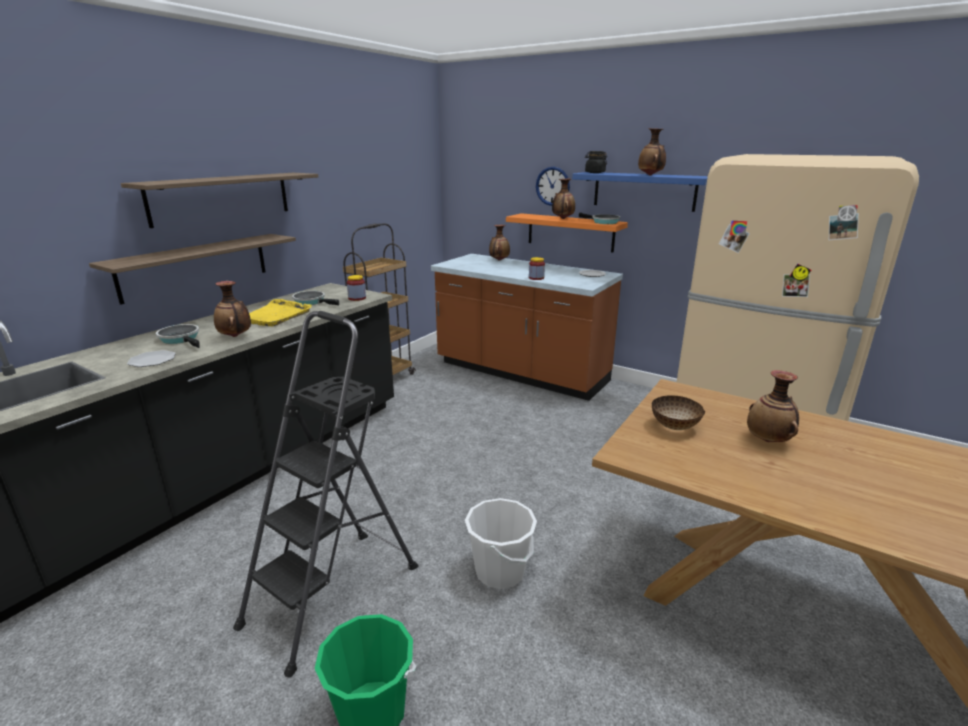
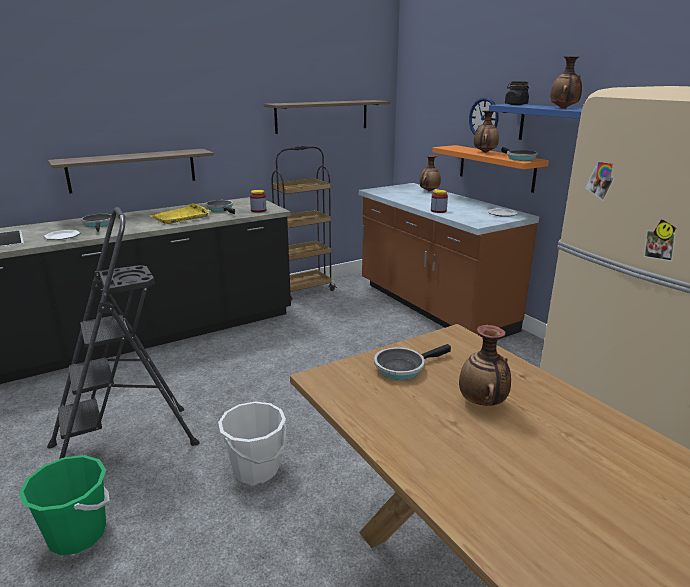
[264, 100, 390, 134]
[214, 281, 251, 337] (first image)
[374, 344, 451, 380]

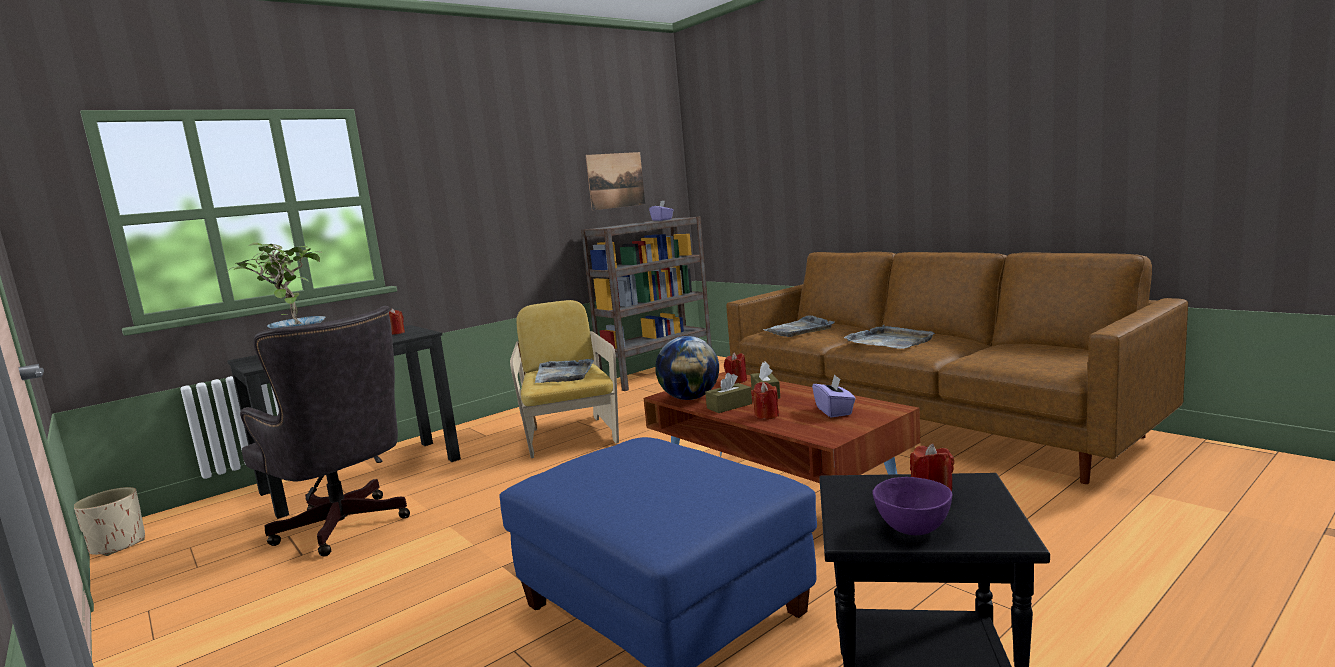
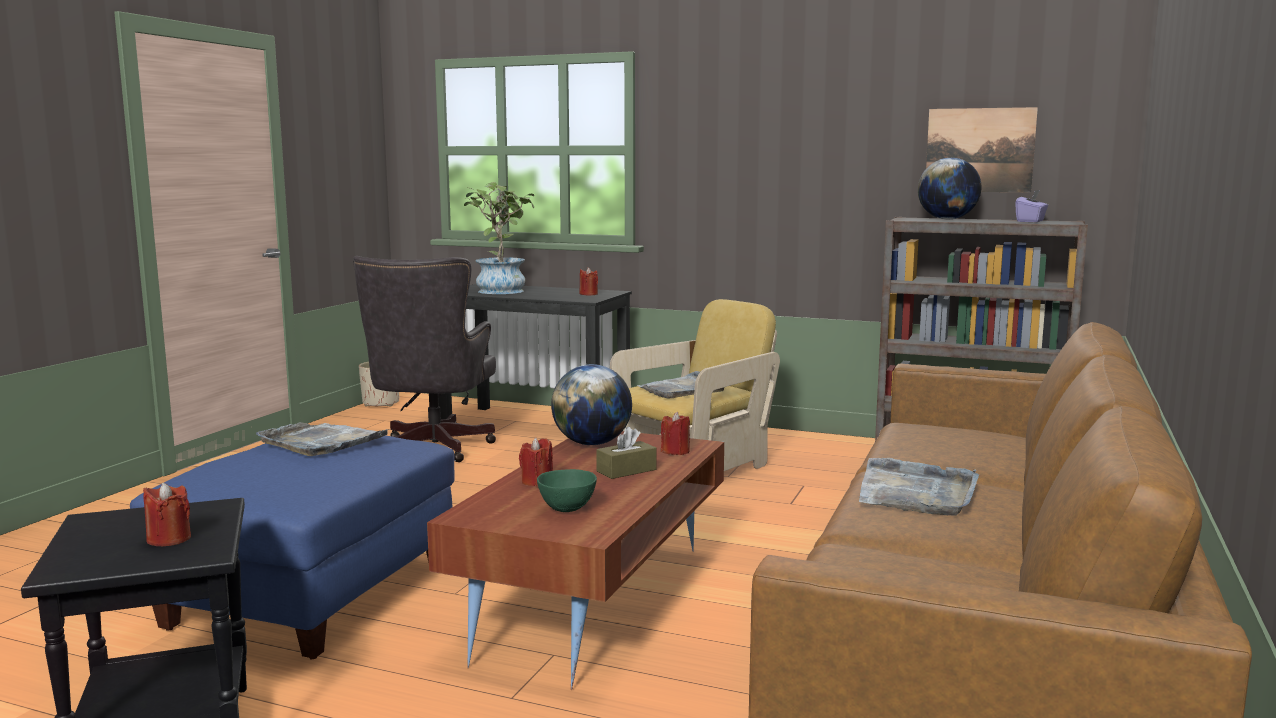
[705, 373, 752, 413] (first image)
[256, 422, 392, 456]
[537, 469, 597, 512]
[873, 477, 952, 535] (first image)
[918, 158, 982, 219]

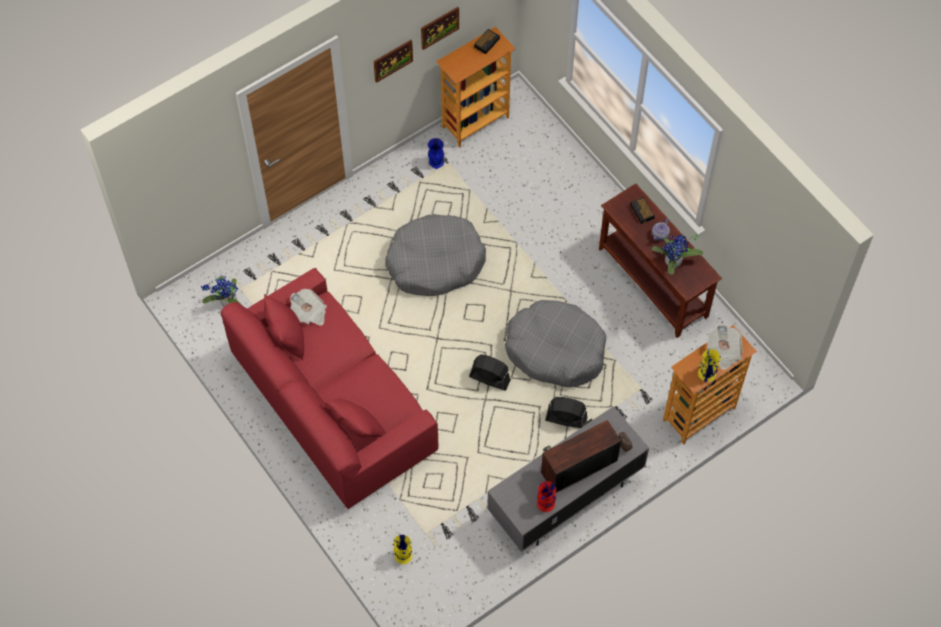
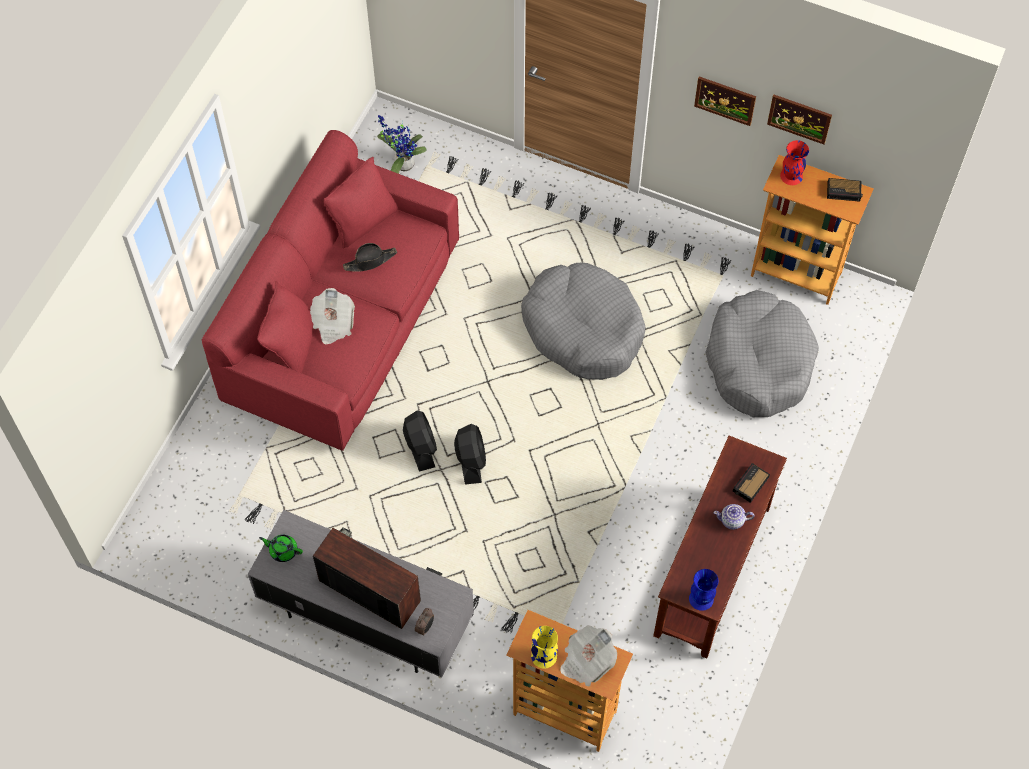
[310, 288, 355, 345]
[393, 535, 412, 564] (first image)
[689, 569, 718, 611]
[705, 290, 819, 417]
[780, 140, 809, 185]
[403, 411, 437, 472]
[651, 234, 703, 274] (first image)
[259, 535, 303, 562]
[343, 243, 397, 271]

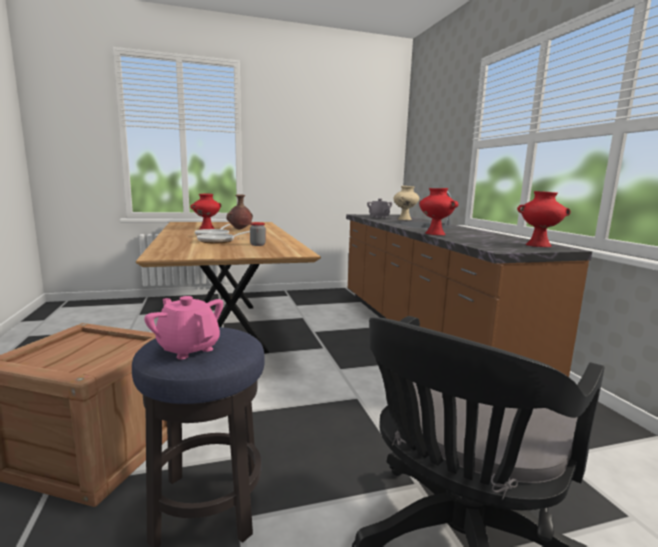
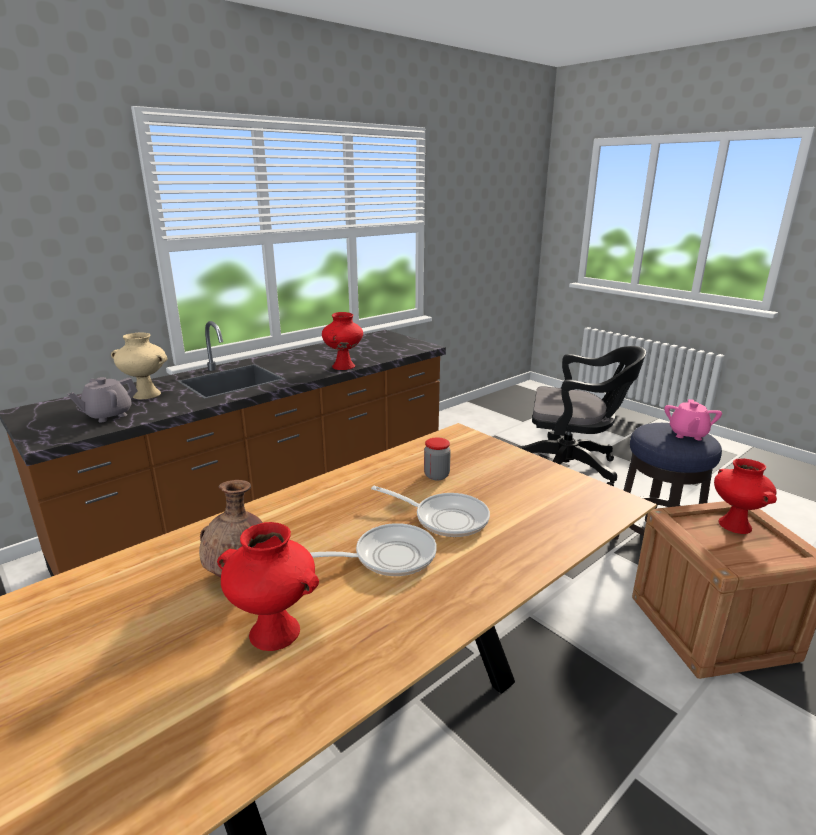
[714, 459, 777, 534]

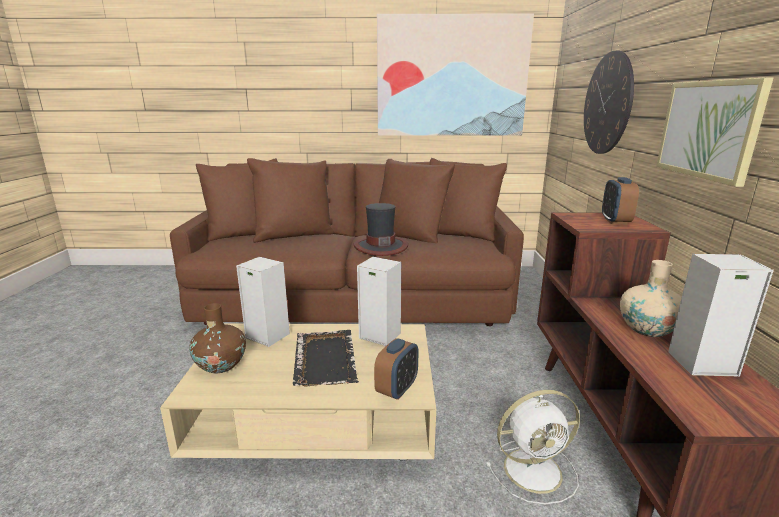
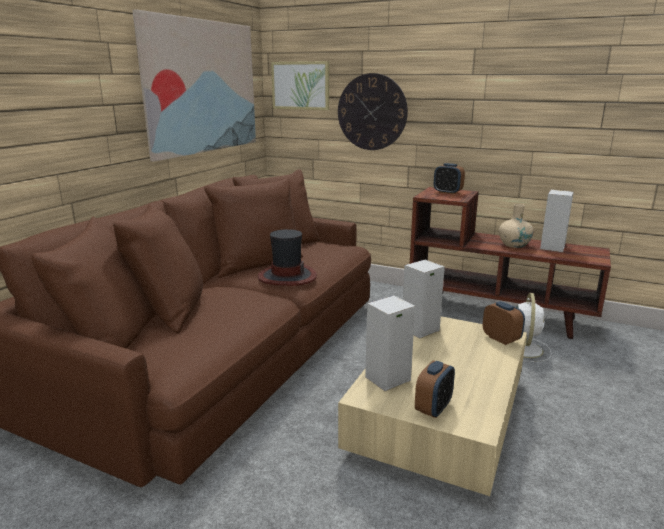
[415, 360, 455, 418]
[293, 330, 359, 386] (first image)
[271, 61, 329, 110]

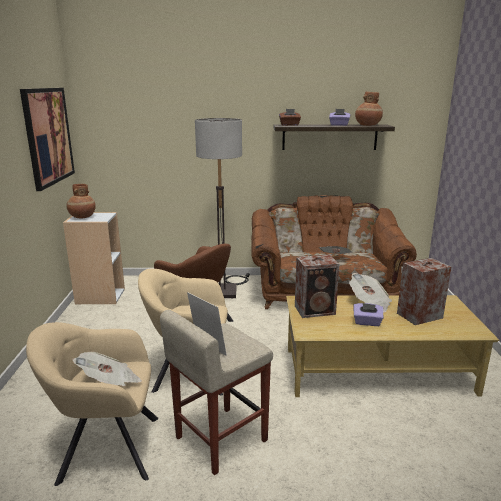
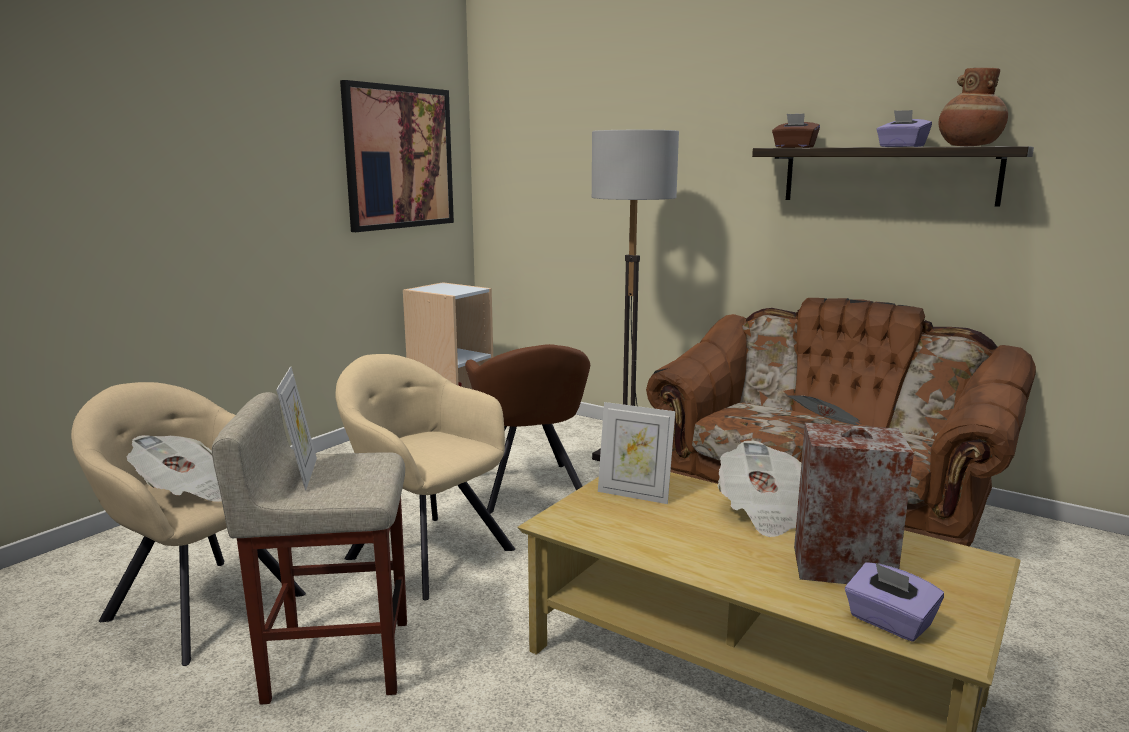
[66, 184, 96, 218] (first image)
[598, 402, 675, 504]
[845, 562, 944, 642]

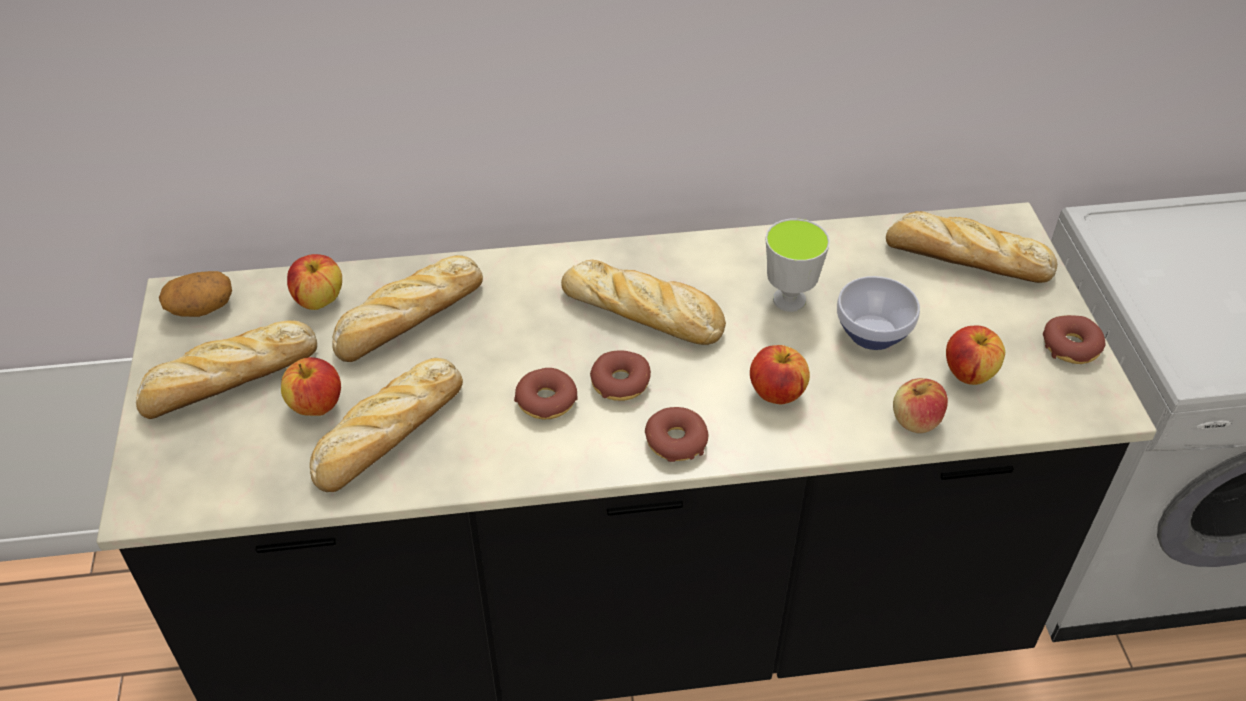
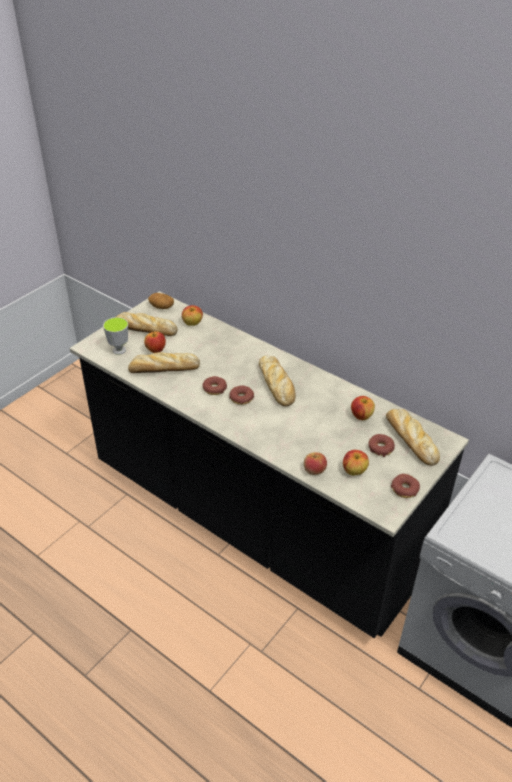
[332, 255, 483, 362] (first image)
[368, 434, 395, 457]
[351, 396, 375, 420]
[103, 317, 128, 355]
[837, 276, 920, 350] (first image)

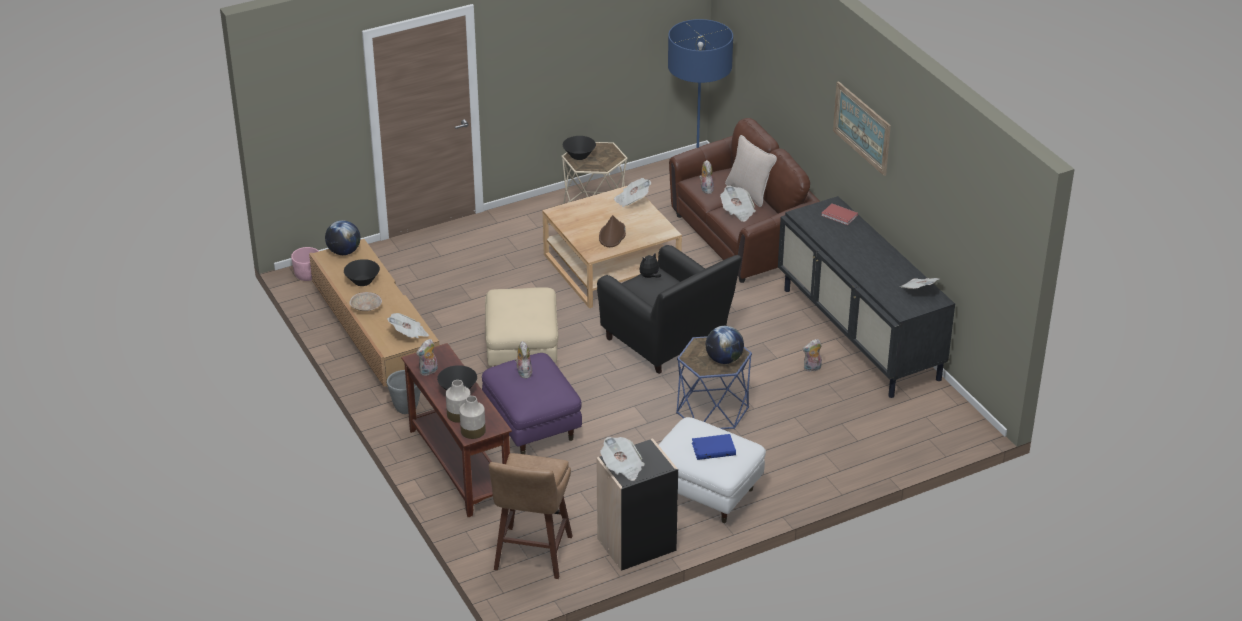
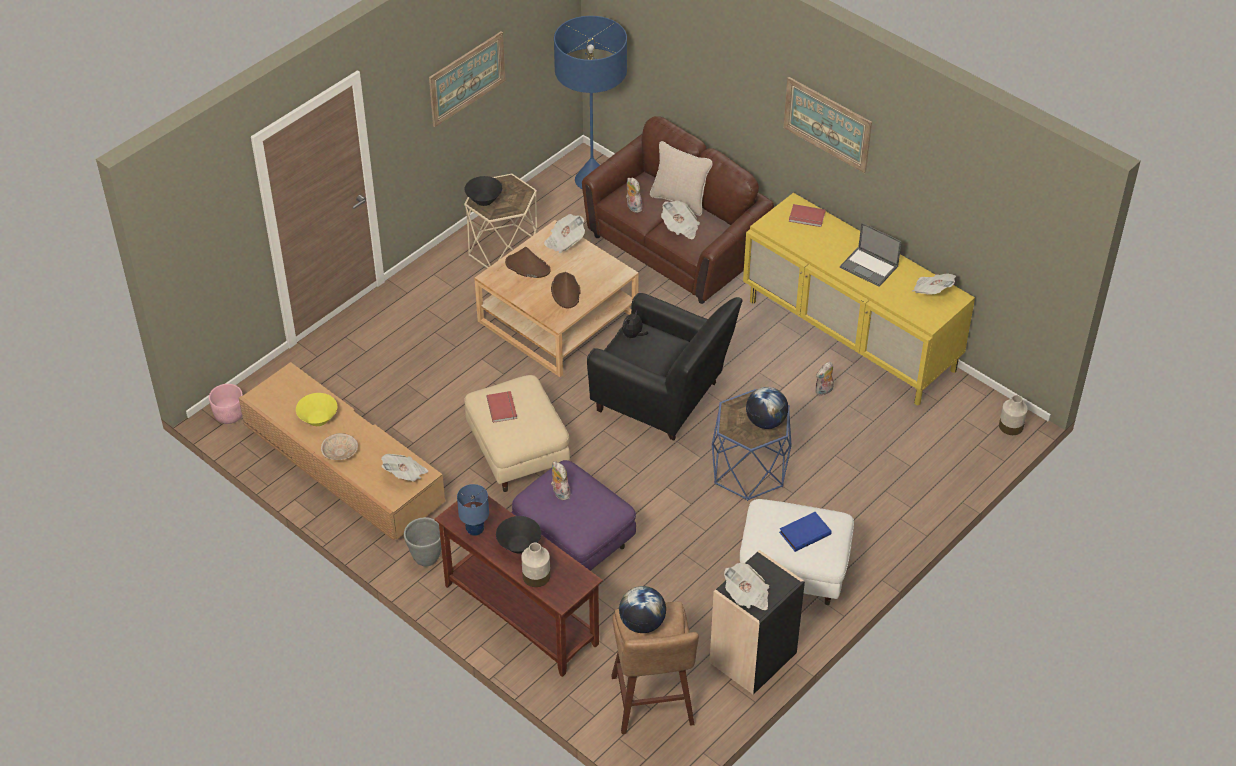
[619, 586, 666, 633]
[296, 393, 337, 426]
[457, 484, 489, 536]
[999, 395, 1028, 435]
[743, 193, 975, 405]
[429, 31, 506, 127]
[486, 391, 517, 423]
[505, 247, 551, 278]
[840, 223, 902, 287]

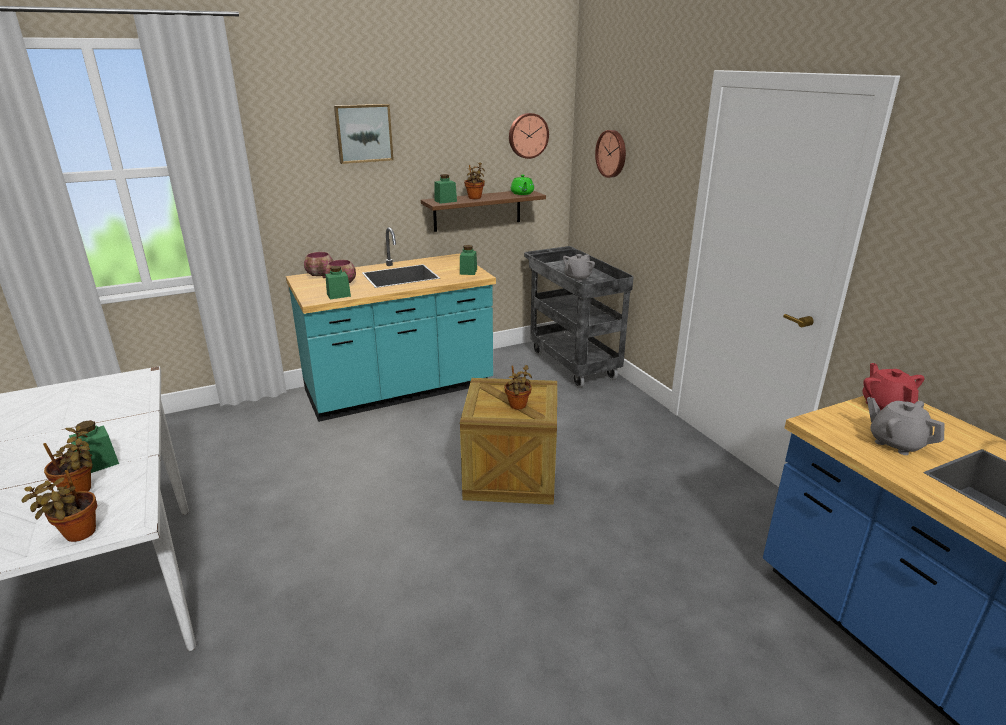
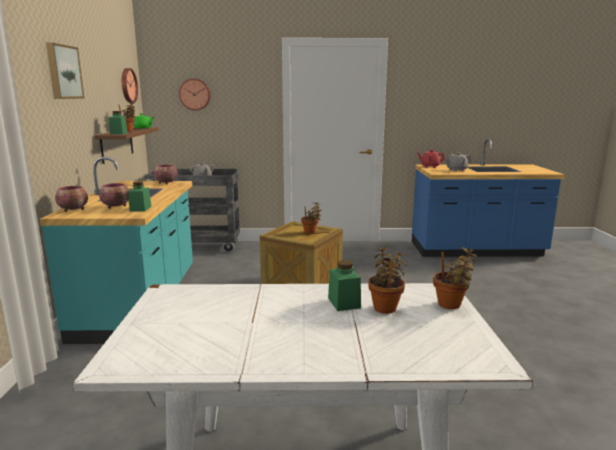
[154, 164, 178, 185]

